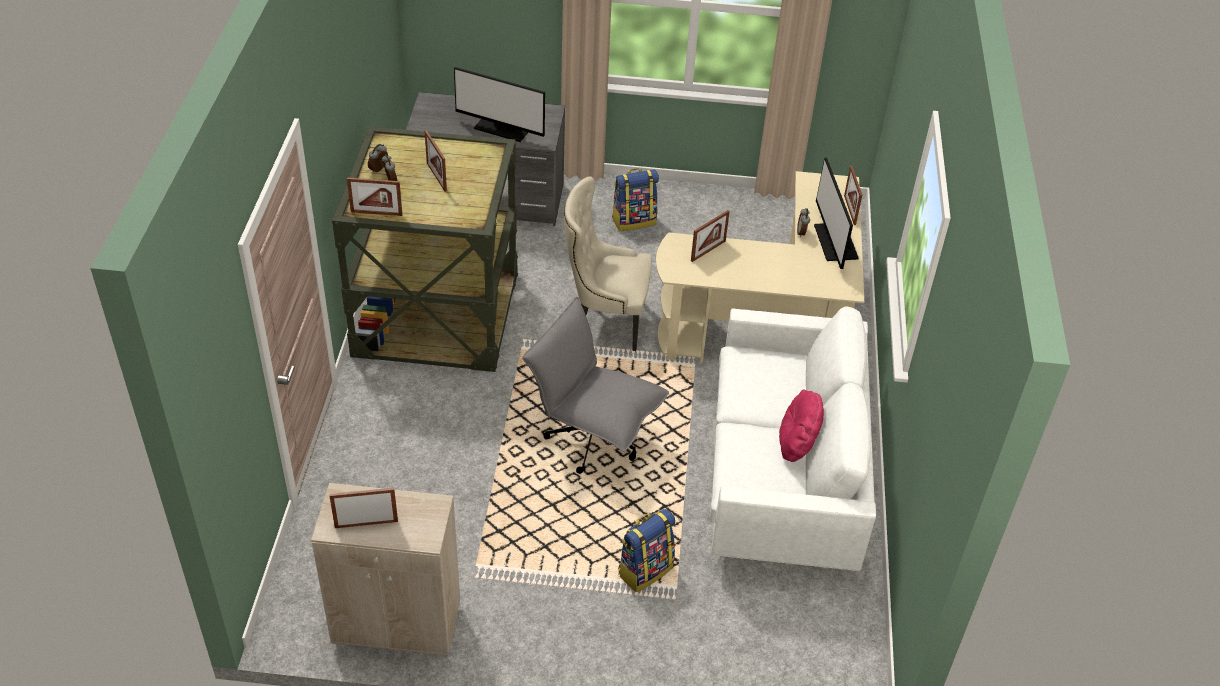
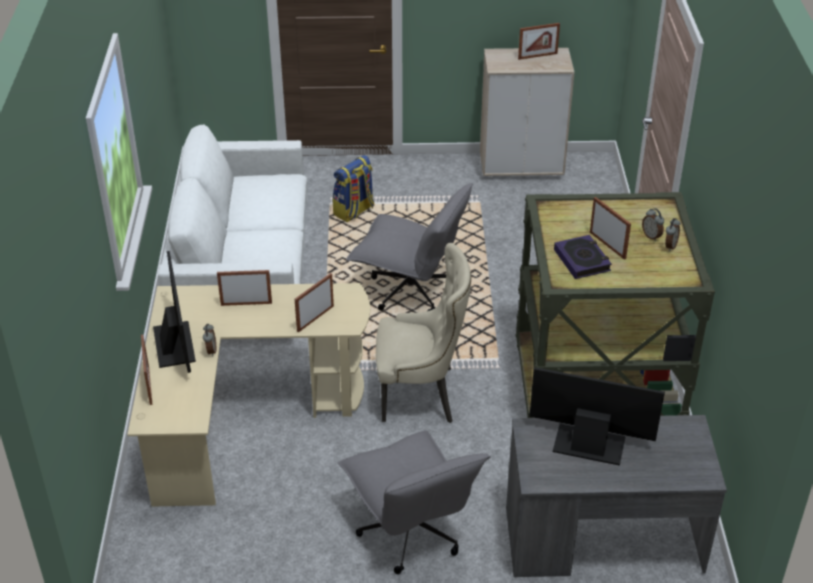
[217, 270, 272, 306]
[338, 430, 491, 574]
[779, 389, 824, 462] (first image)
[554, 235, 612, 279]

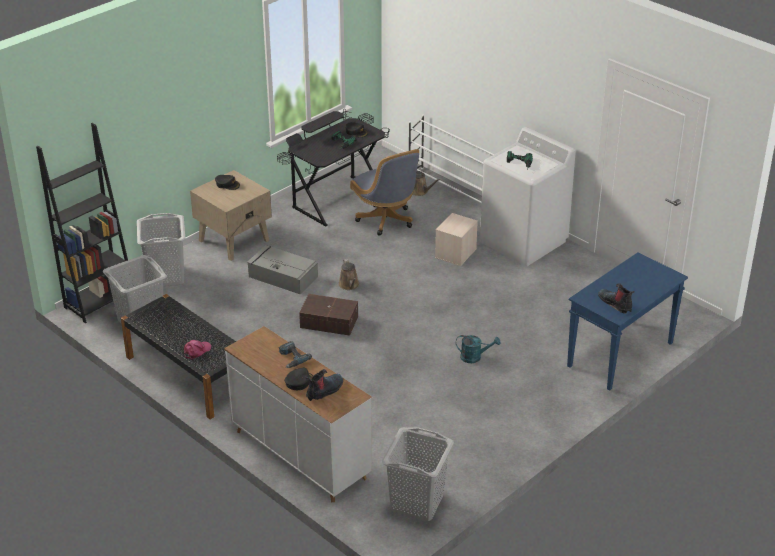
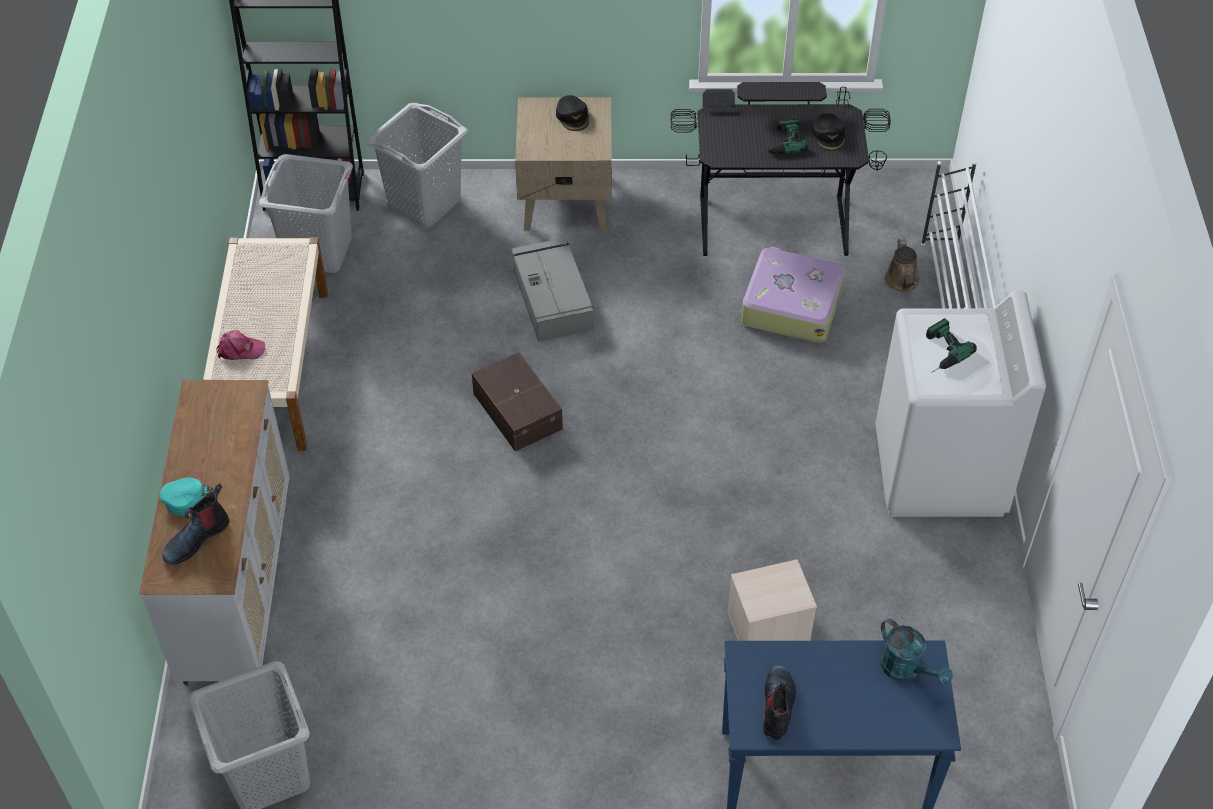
[203, 237, 328, 451]
[279, 341, 312, 368] (first image)
[160, 477, 218, 516]
[162, 483, 229, 564]
[338, 259, 359, 290] (first image)
[741, 247, 845, 343]
[727, 559, 817, 641]
[881, 619, 953, 685]

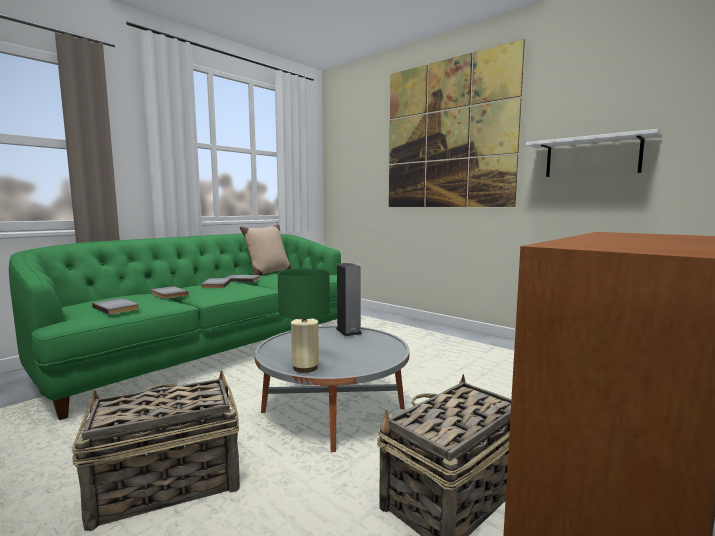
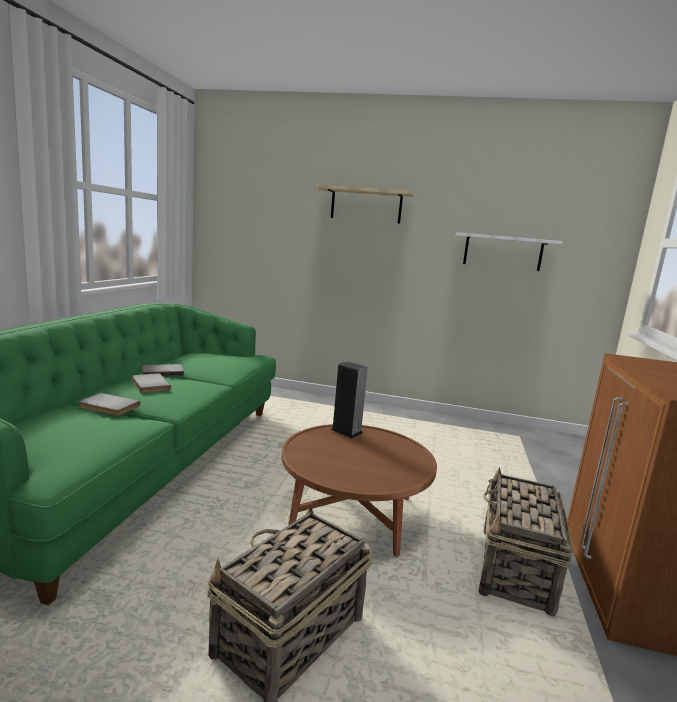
[92, 298, 139, 315] (first image)
[240, 224, 292, 276] (first image)
[281, 424, 437, 557]
[278, 268, 330, 373] (first image)
[316, 185, 414, 223]

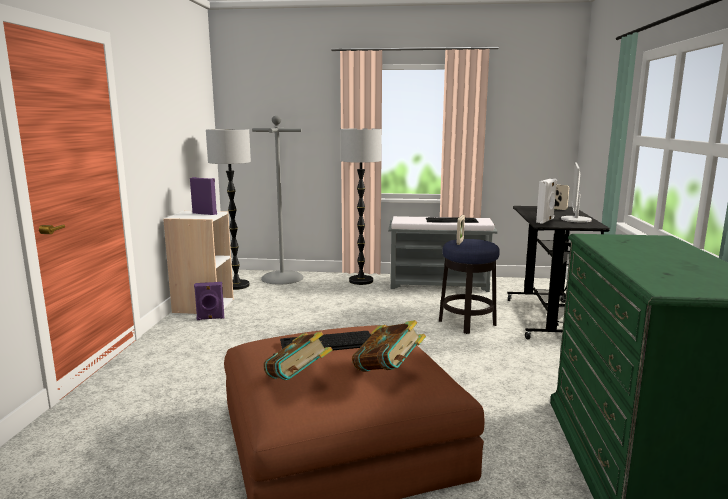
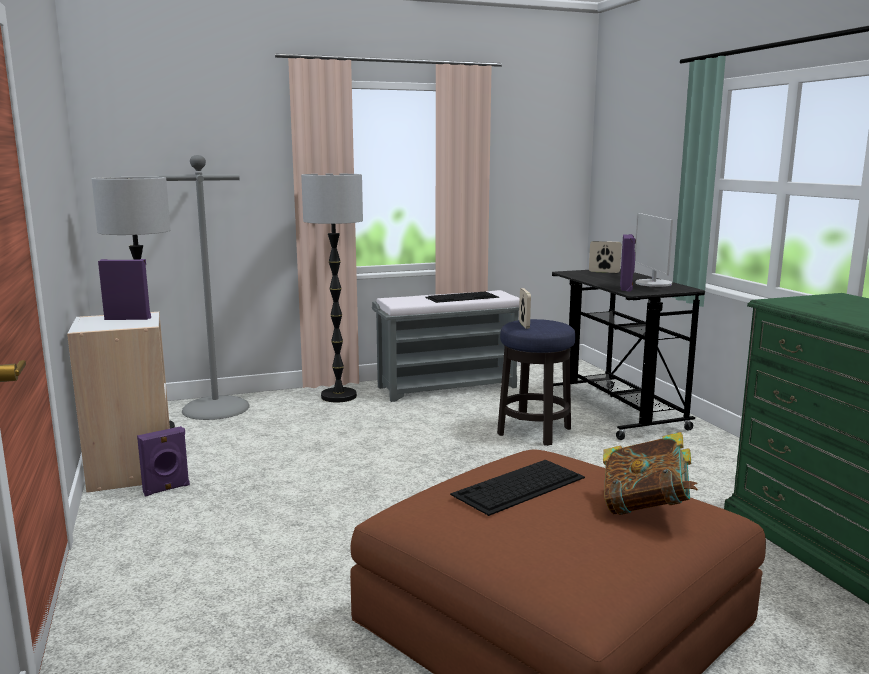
[263, 332, 333, 380] (first image)
[620, 234, 636, 291]

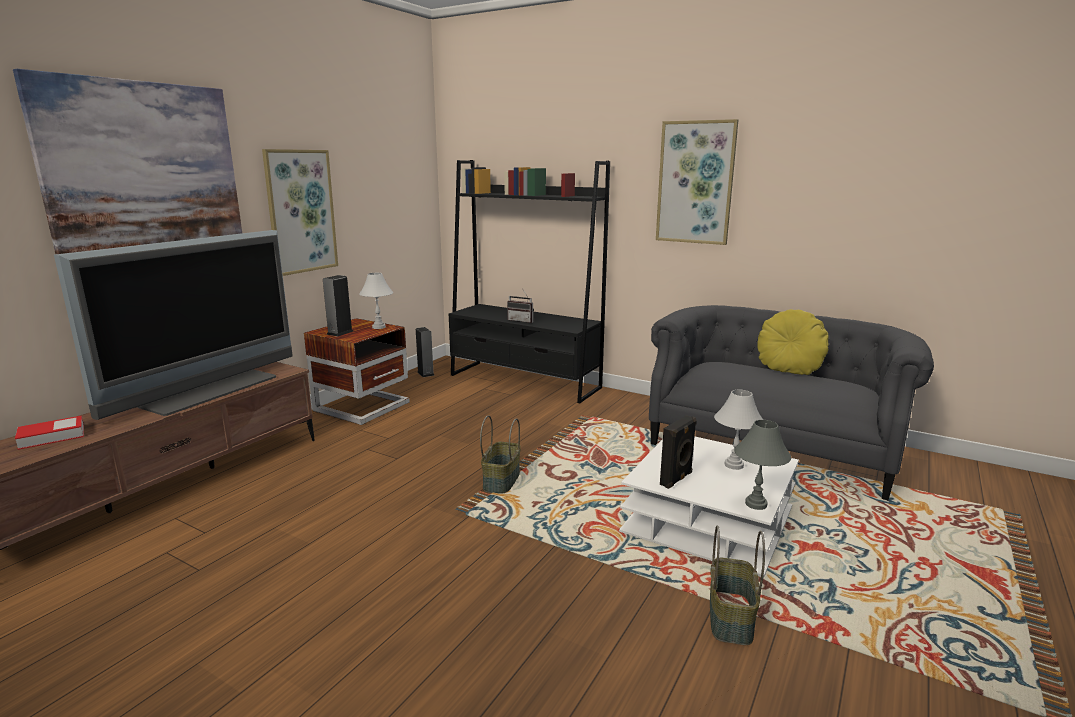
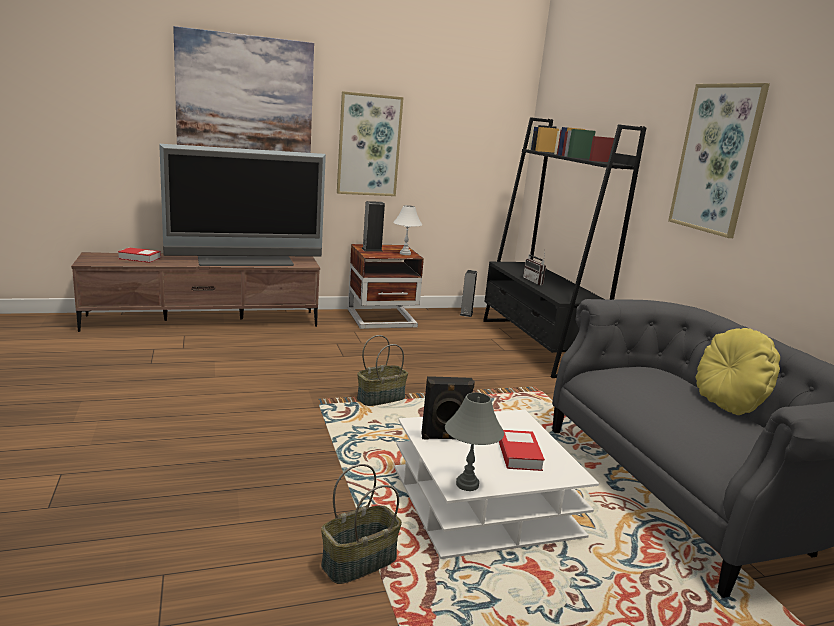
[499, 430, 545, 471]

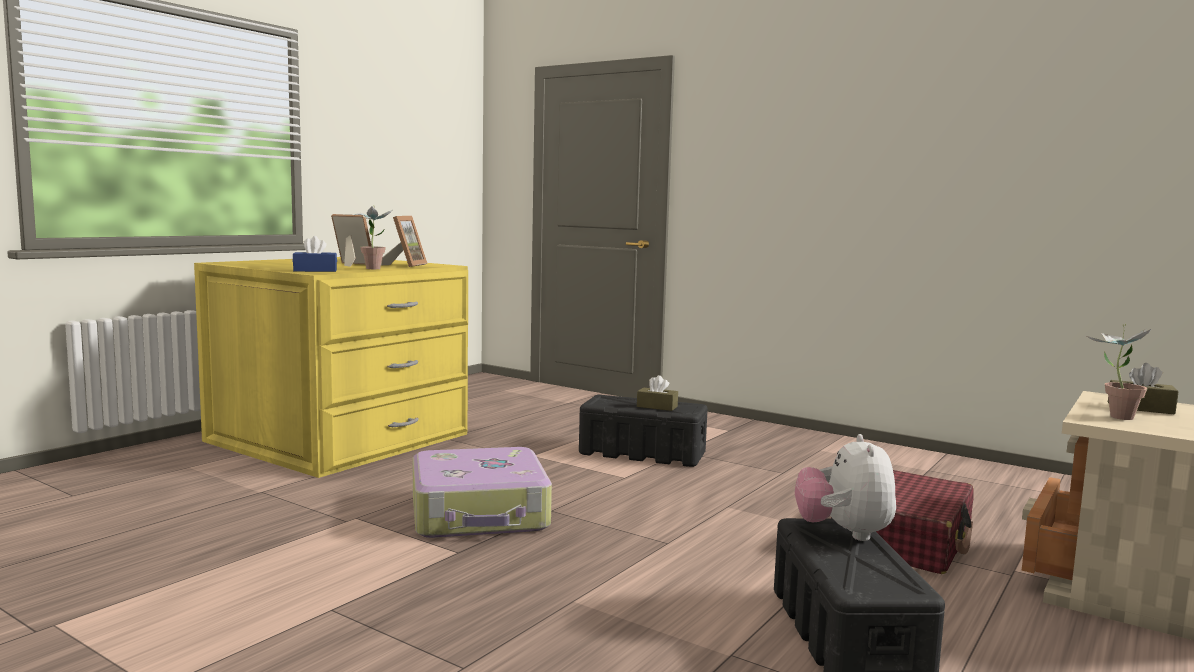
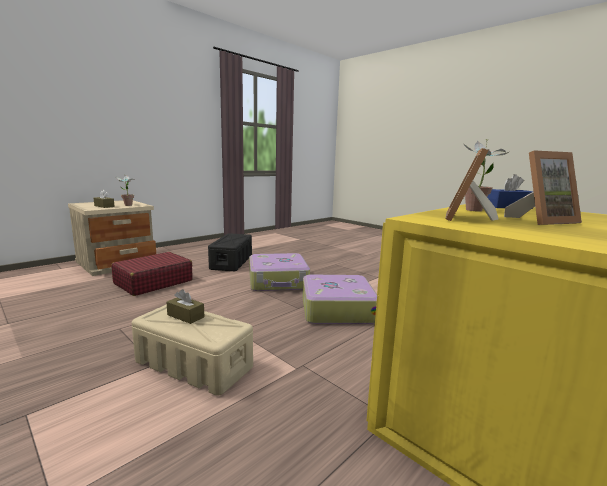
[504, 150, 582, 225]
[132, 304, 253, 396]
[795, 434, 896, 541] (first image)
[249, 253, 310, 291]

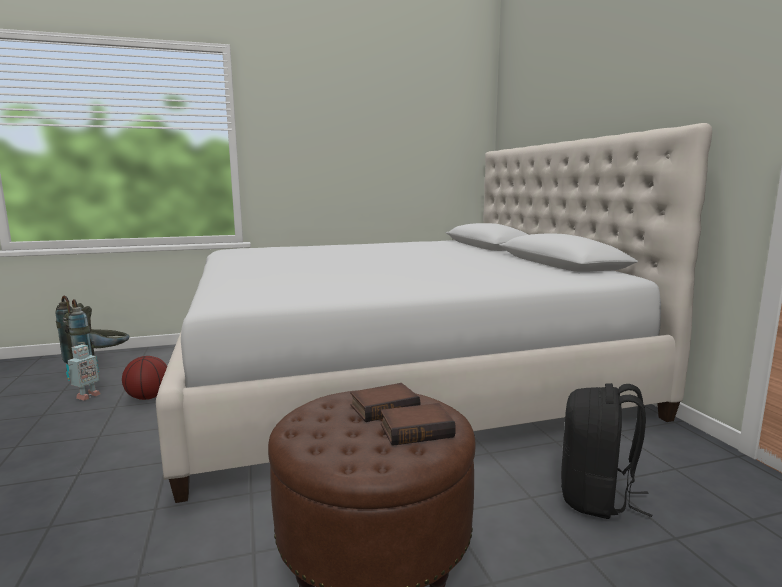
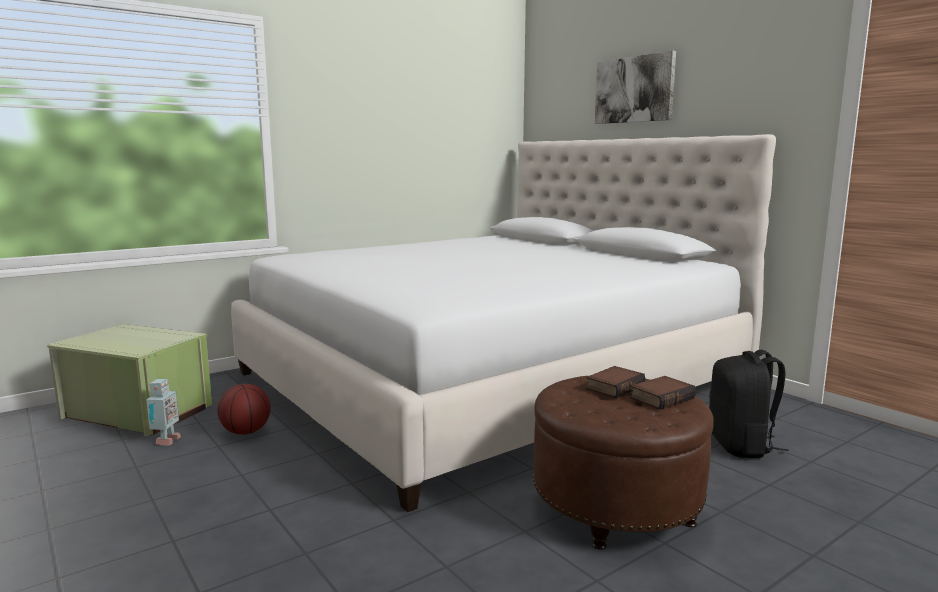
[47, 324, 212, 436]
[595, 51, 676, 124]

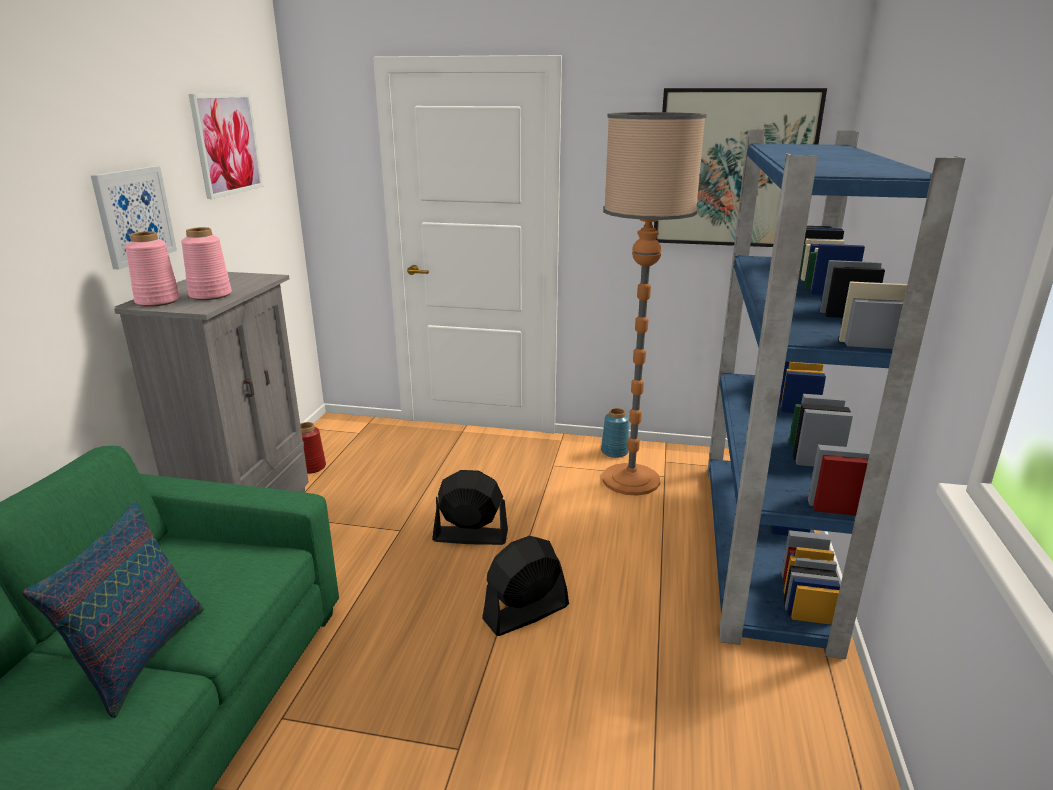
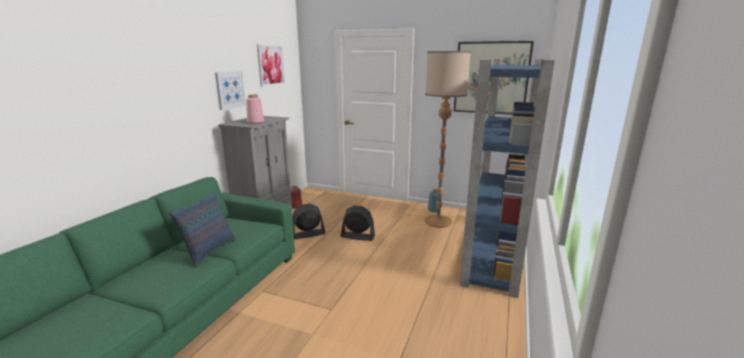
[125, 231, 180, 307] (first image)
[292, 204, 325, 239]

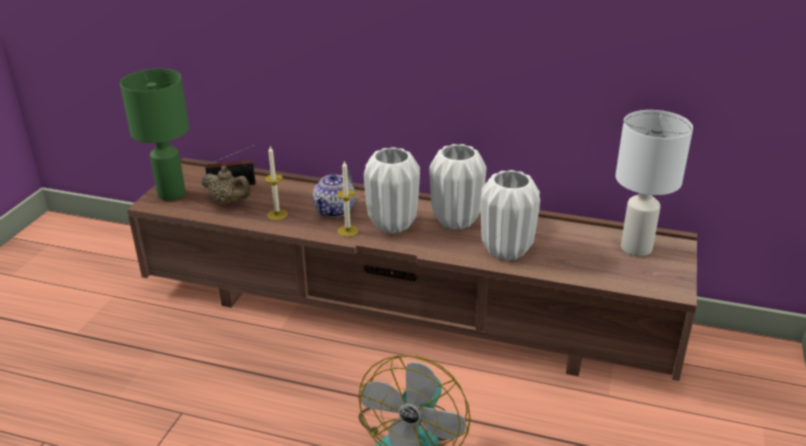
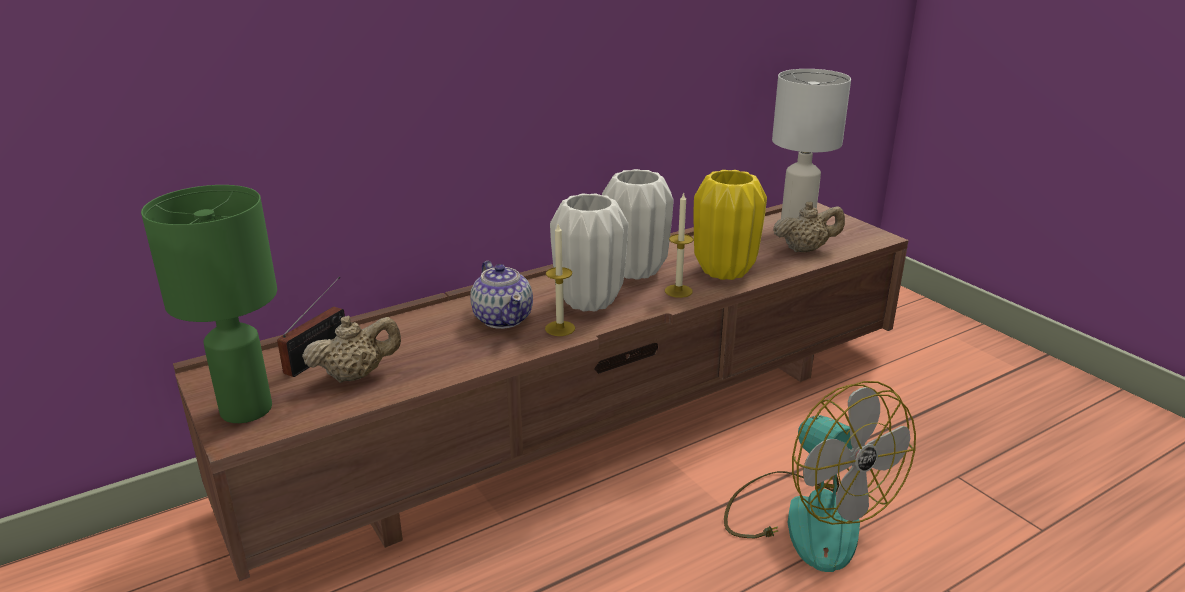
[665, 192, 693, 298]
[693, 170, 767, 280]
[773, 201, 845, 252]

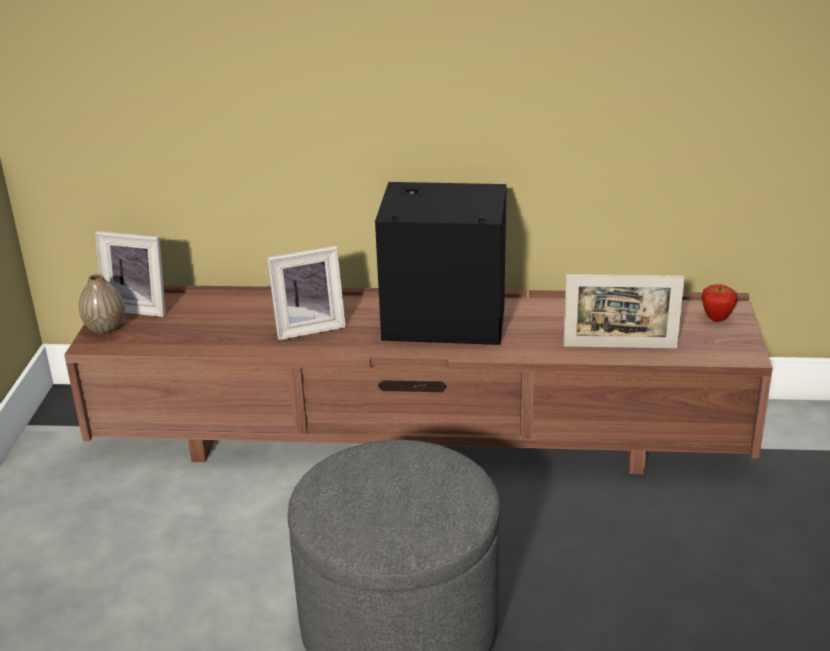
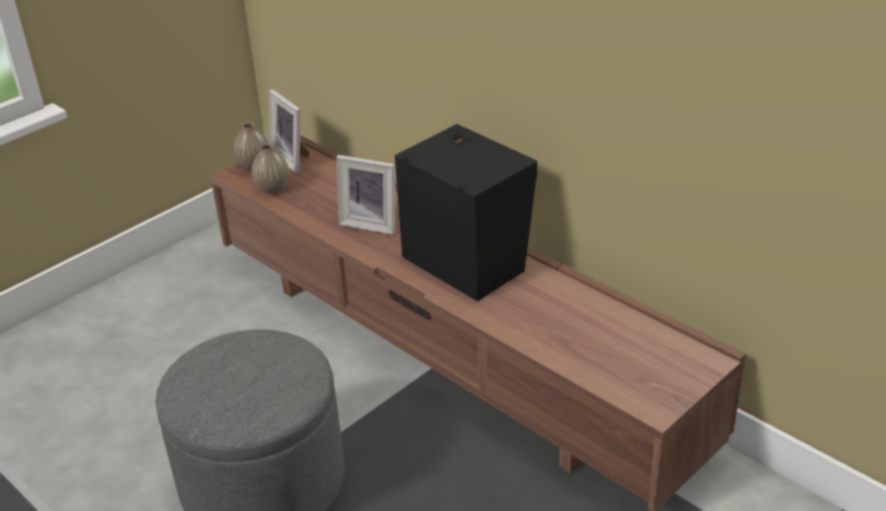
[563, 274, 685, 349] (first image)
[702, 284, 737, 322] (first image)
[252, 144, 289, 194]

